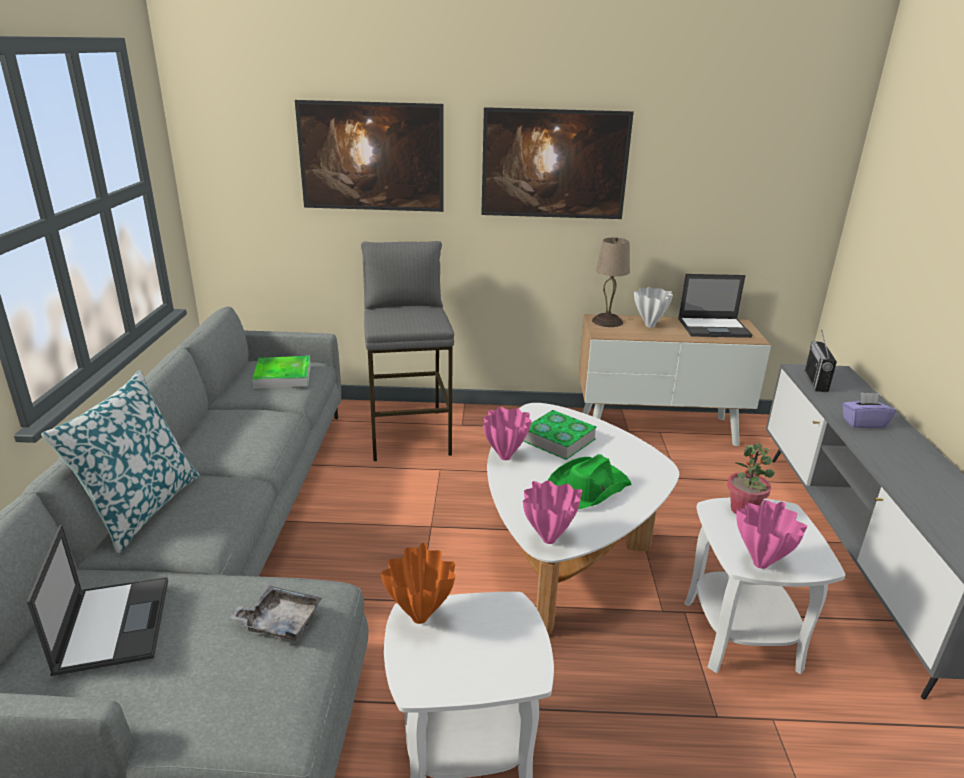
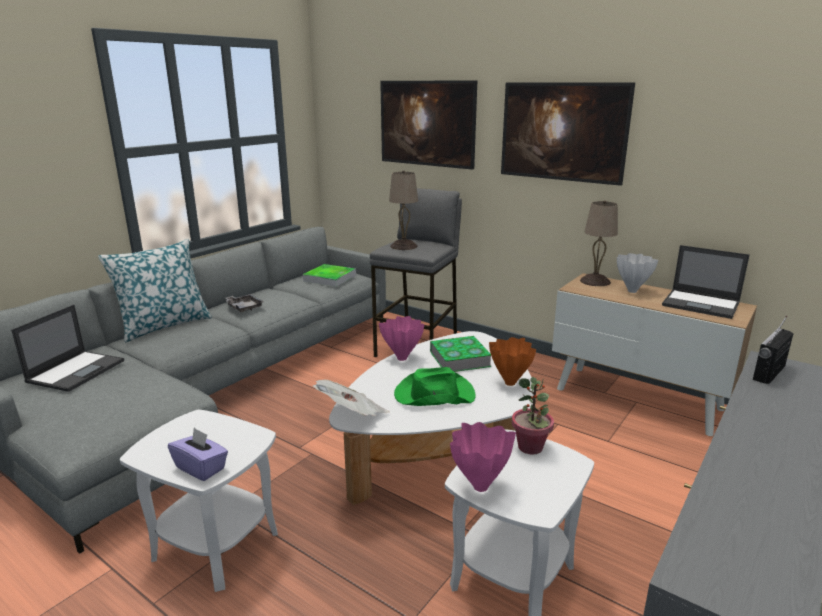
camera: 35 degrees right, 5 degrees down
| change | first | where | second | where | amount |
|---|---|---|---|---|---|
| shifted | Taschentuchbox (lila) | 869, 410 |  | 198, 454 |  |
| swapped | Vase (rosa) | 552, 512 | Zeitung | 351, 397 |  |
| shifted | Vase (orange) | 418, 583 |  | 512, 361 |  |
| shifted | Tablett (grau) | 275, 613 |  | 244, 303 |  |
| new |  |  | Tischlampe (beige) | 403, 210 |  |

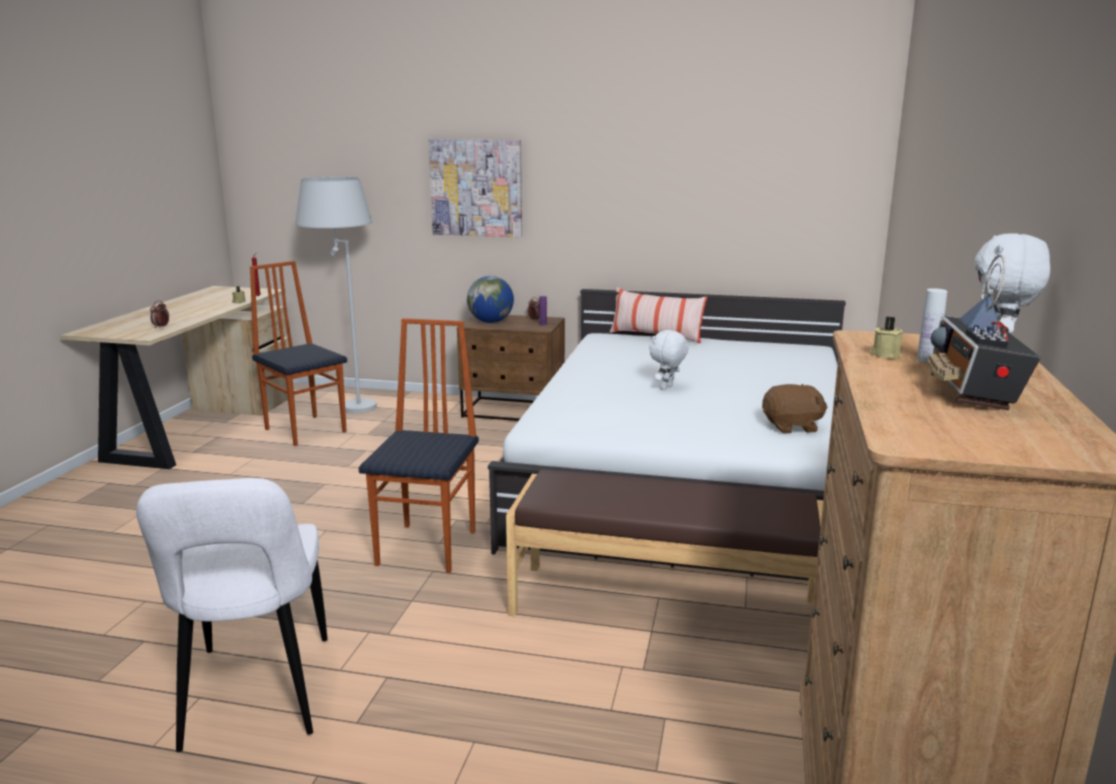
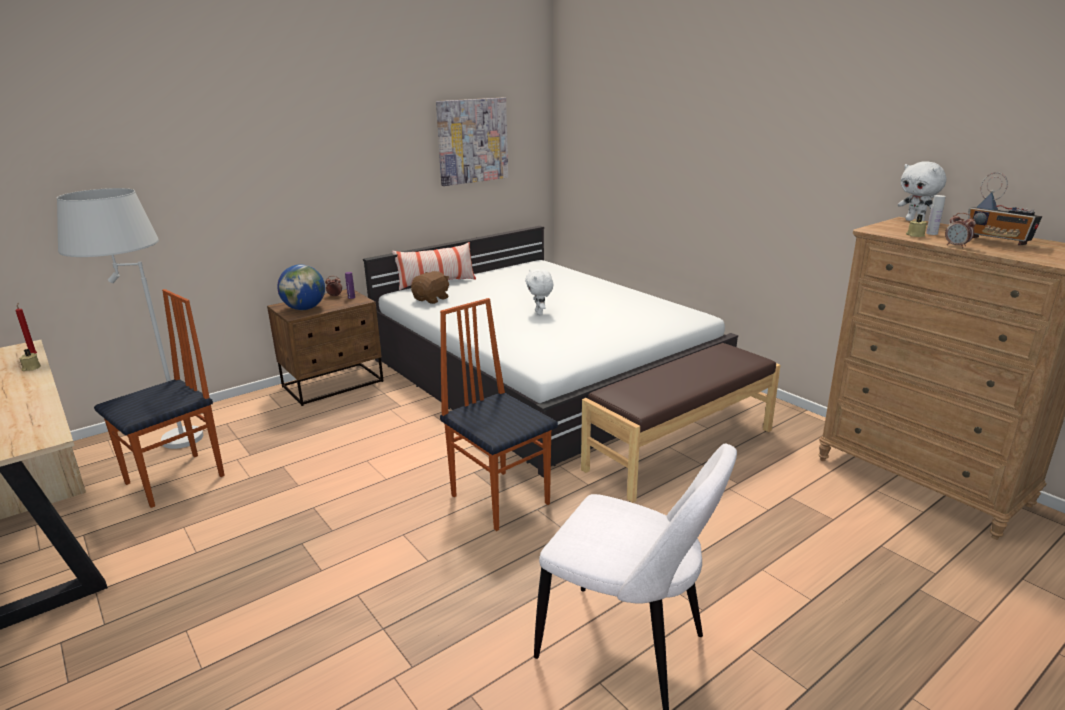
camera: 50 degrees left, 5 degrees up
| change | first | where | second | where | amount |
|---|---|---|---|---|---|
| shifted | Bild | 475, 188 |  | 472, 141 |  |
| rotated | Stuhl | 298, 353 |  | 159, 398 | 135 degrees clockwise |
| shifted | Wecker | 159, 314 |  | 960, 230 |  |
| shifted | Plüschtier (braun) | 795, 409 |  | 430, 287 |  |

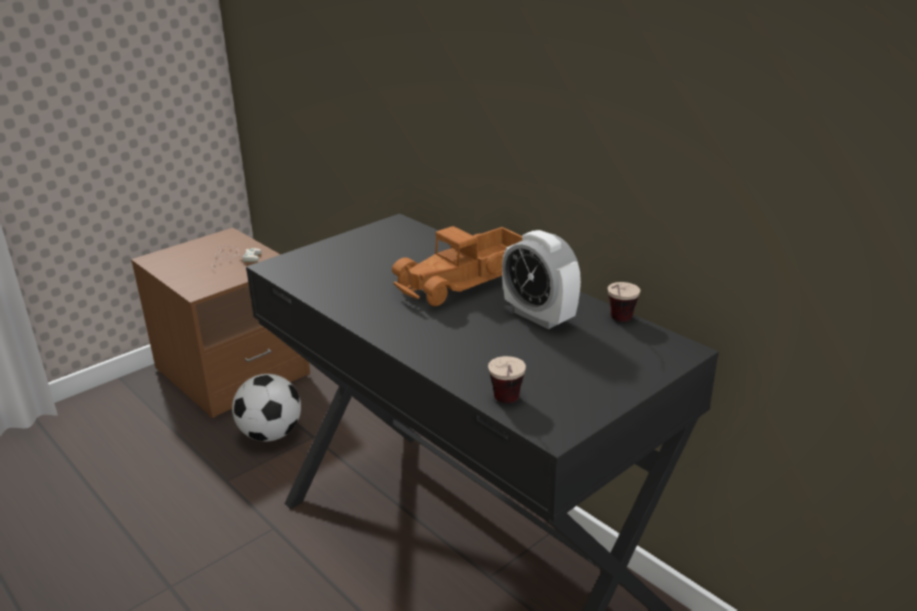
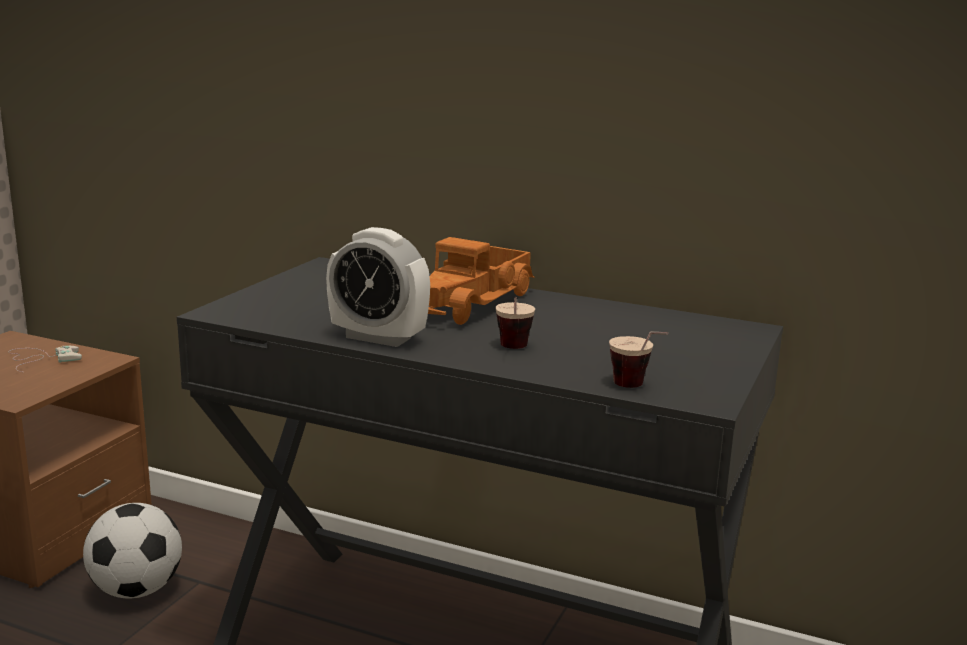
camera: 25 degrees left, 10 degrees down
| change | first | where | second | where | amount |
|---|---|---|---|---|---|
| shifted | Wecker | 541, 279 |  | 378, 287 |  |
| shifted | Tasse | 624, 302 |  | 515, 323 |  |

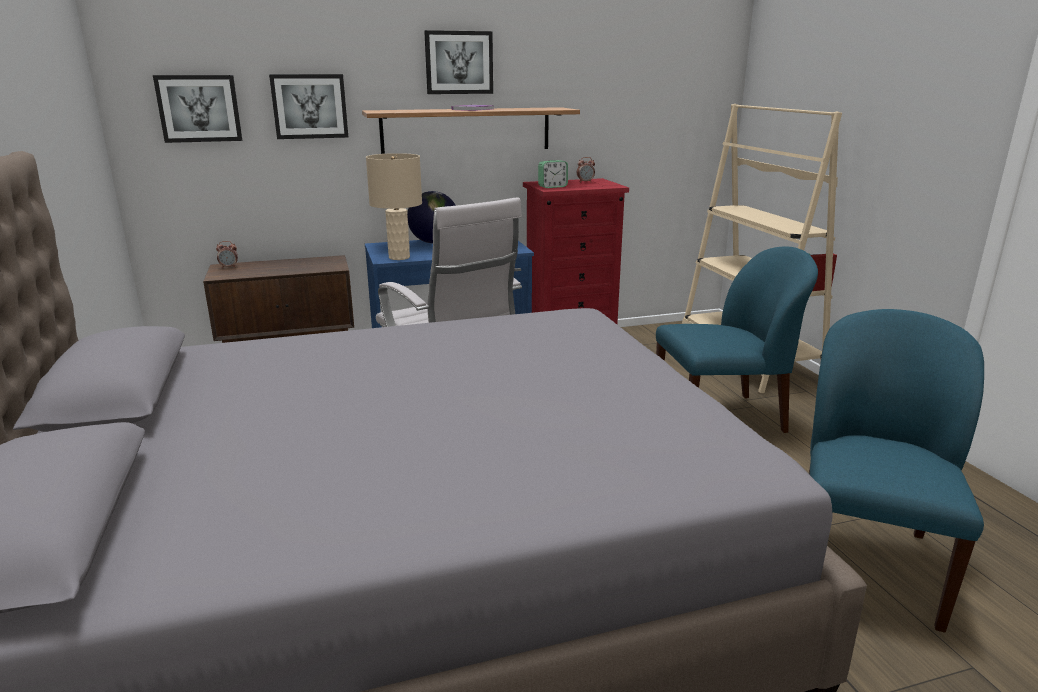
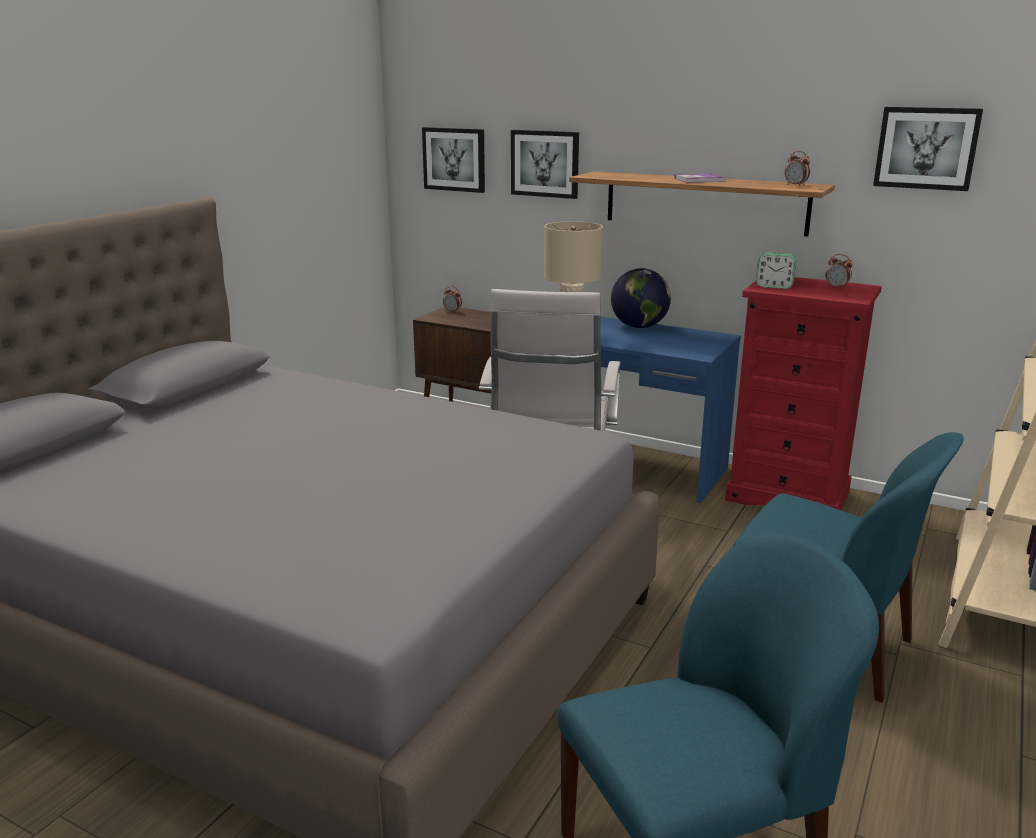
camera: 45 degrees right, 0 degrees up
| change | first | where | second | where | amount |
|---|---|---|---|---|---|
| shifted | Bild | 458, 62 |  | 928, 149 |  |
| new |  |  | Wecker | 797, 168 |  |

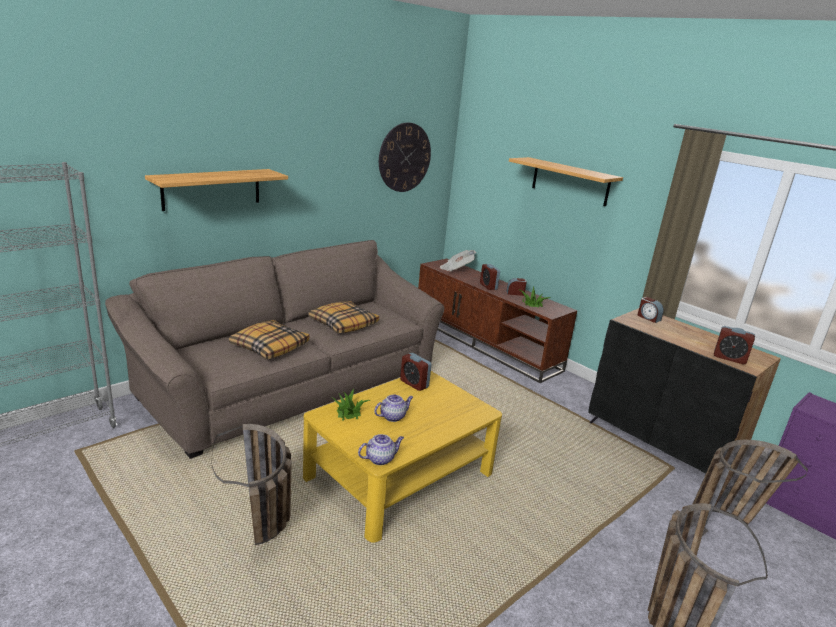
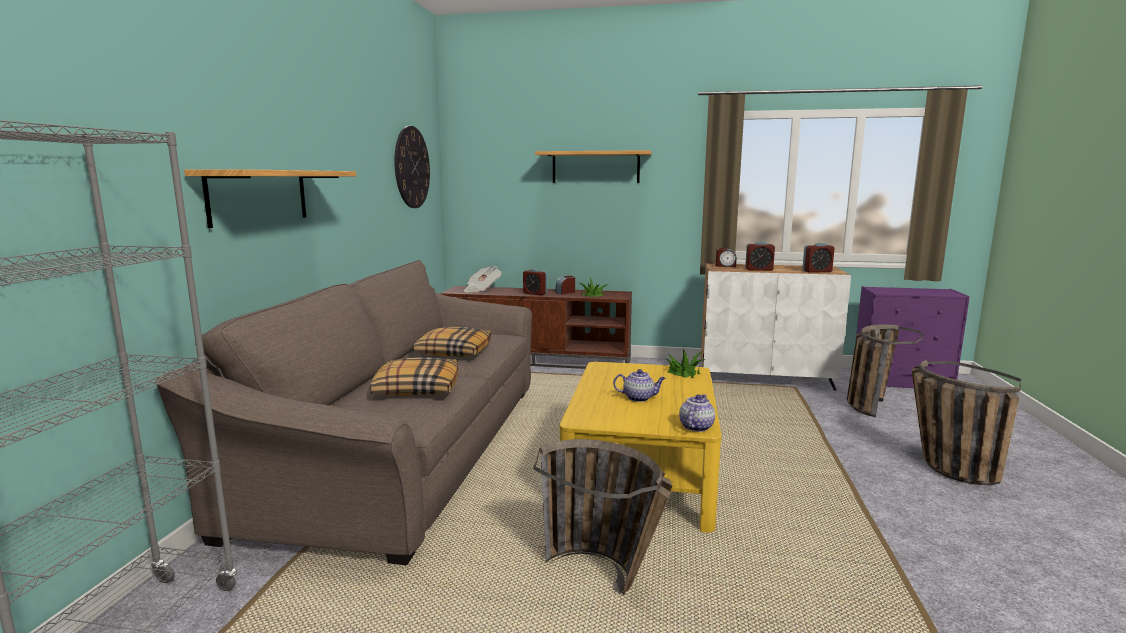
camera: 35 degrees left, 10 degrees down
| change | first | where | second | where | amount |
|---|---|---|---|---|---|
| repainted | Schrank (schwarz) | 684, 391 | Schrank (weiß) | 776, 327 |  |
| shifted | Wecker | 416, 372 |  | 760, 256 |  |
| shifted | Topfpflanze | 351, 405 |  | 686, 363 |  |
| rotated | Teekanne | 393, 408 |  | 639, 385 | 75 degrees clockwise |

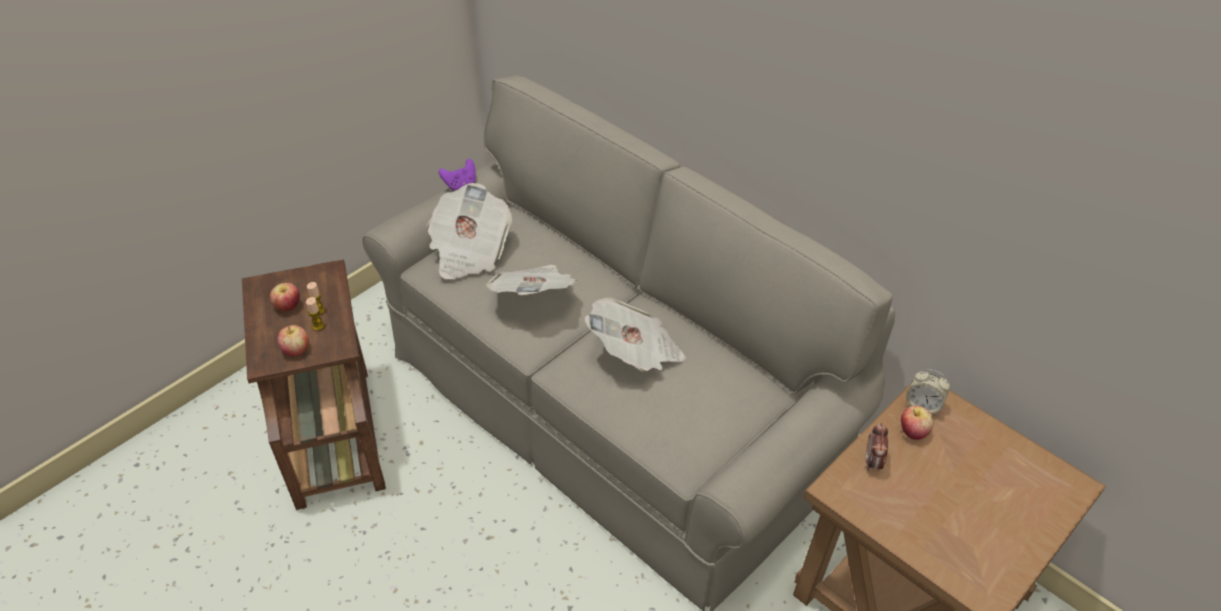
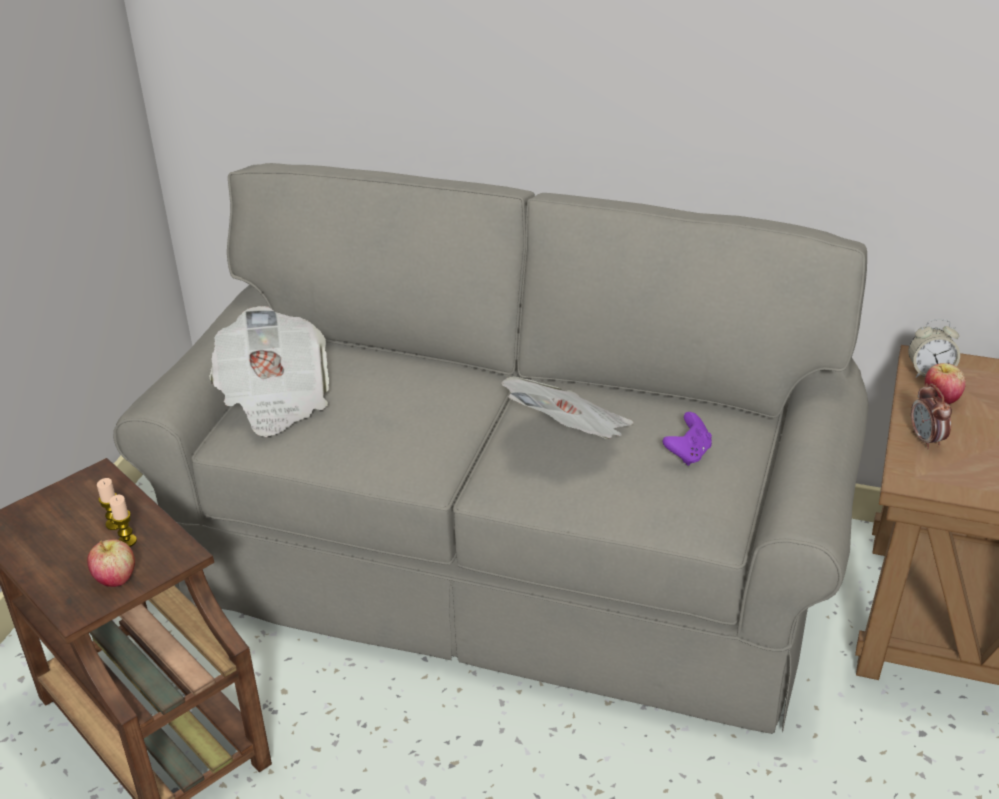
camera: 25 degrees left, 10 degrees down
| change | first | where | second | where | amount |
|---|---|---|---|---|---|
| shifted | Gamepad (lila) | 457, 175 |  | 687, 439 |  |
| gone | Zeitung | 531, 280 |  |  |  |
| gone | Apfel | 285, 297 |  |  |  |

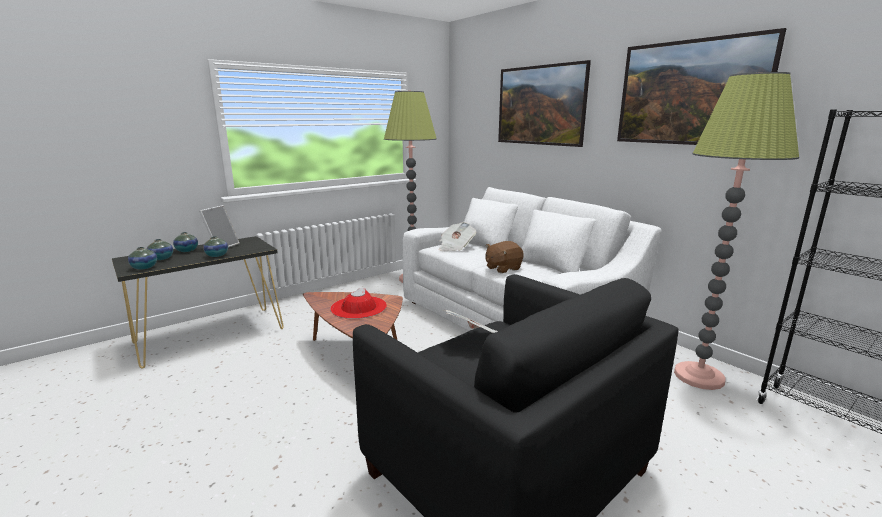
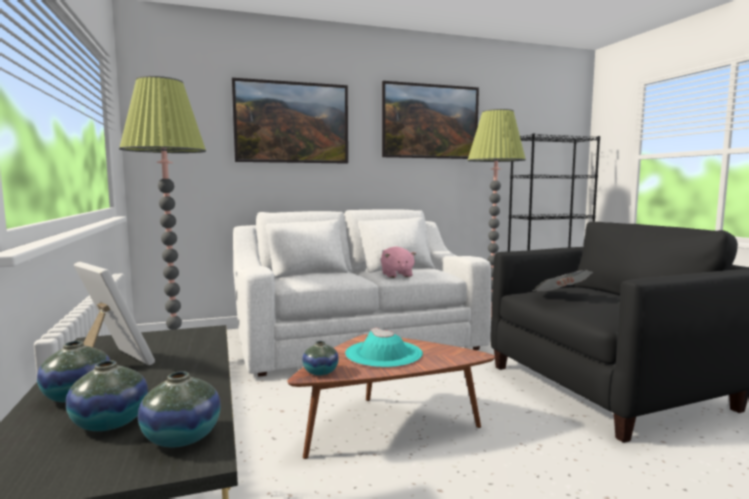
camera: 70 degrees left, 10 degrees down
| change | first | where | second | where | amount |
|---|---|---|---|---|---|
| gone | Zeitung | 457, 236 |  |  |  |
| shifted | Vase | 215, 246 |  | 320, 358 |  |
| repainted | Plüschtier (braun) | 504, 257 | Plüschtier (rosa) | 398, 262 |  |
| repainted | Hut (rot) | 358, 303 | Hut (türkis) | 384, 348 |  |

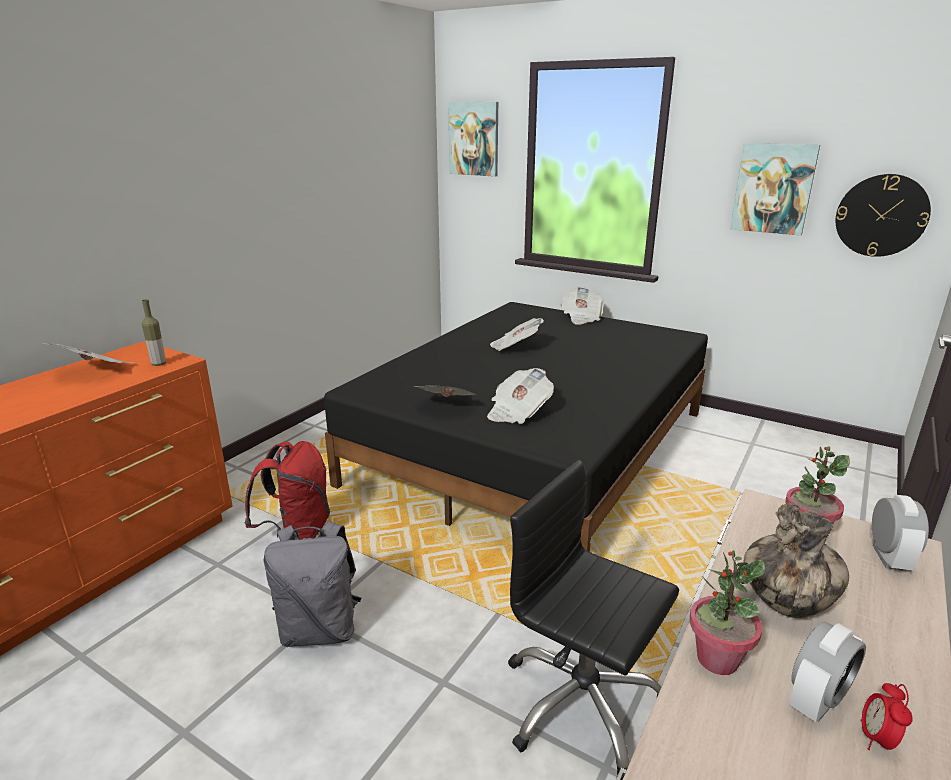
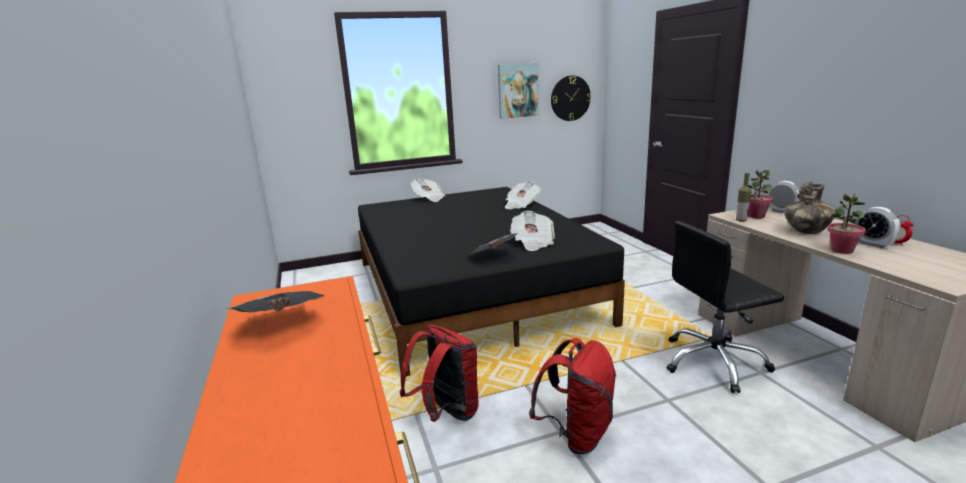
camera: 50 degrees left, 5 degrees down
| change | first | where | second | where | amount |
|---|---|---|---|---|---|
| gone | Bild | 473, 139 |  |  |  |
| shifted | Flasche | 154, 332 |  | 744, 197 |  |
| shifted | Zeitung | 517, 334 |  | 523, 195 |  |
| repainted | Rucksack (grau) | 312, 584 | Rucksack (rot) | 572, 396 |  |
| rotated | Wecker | 828, 672 |  | 877, 227 | 150 degrees clockwise |

